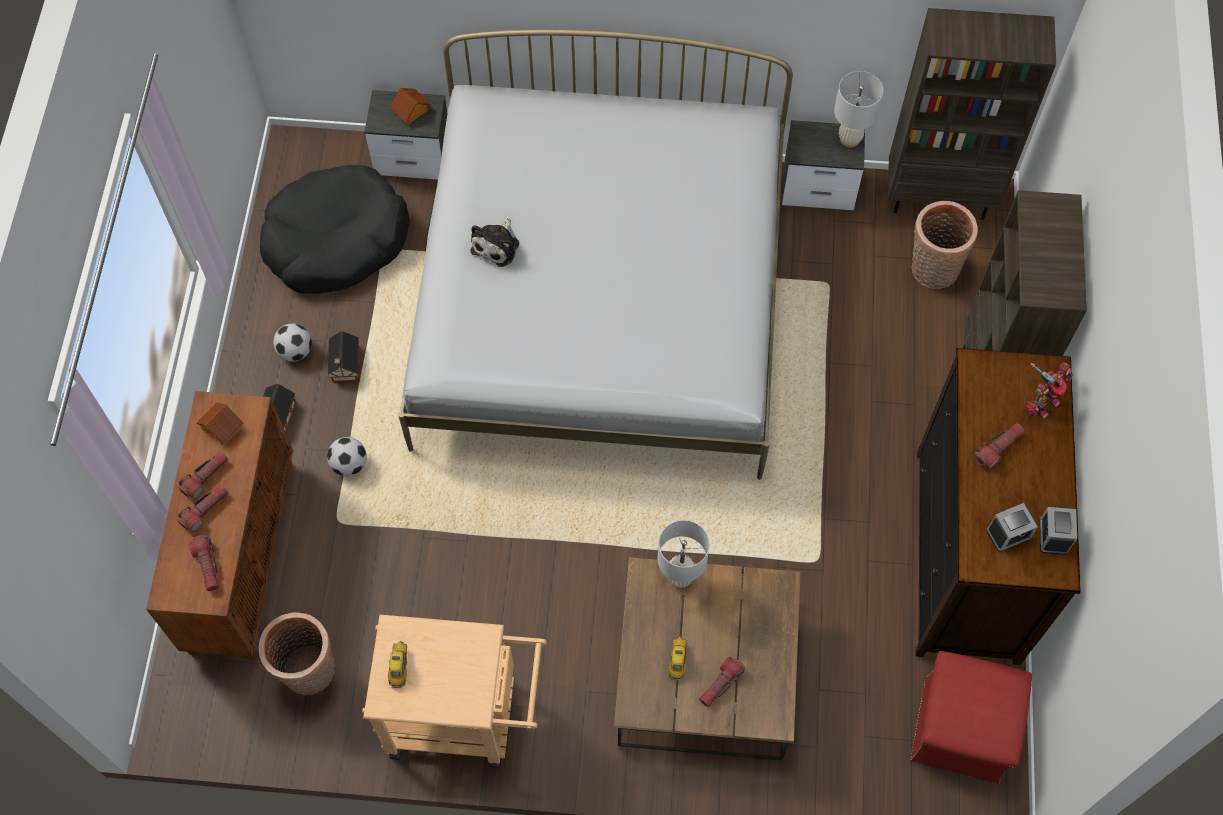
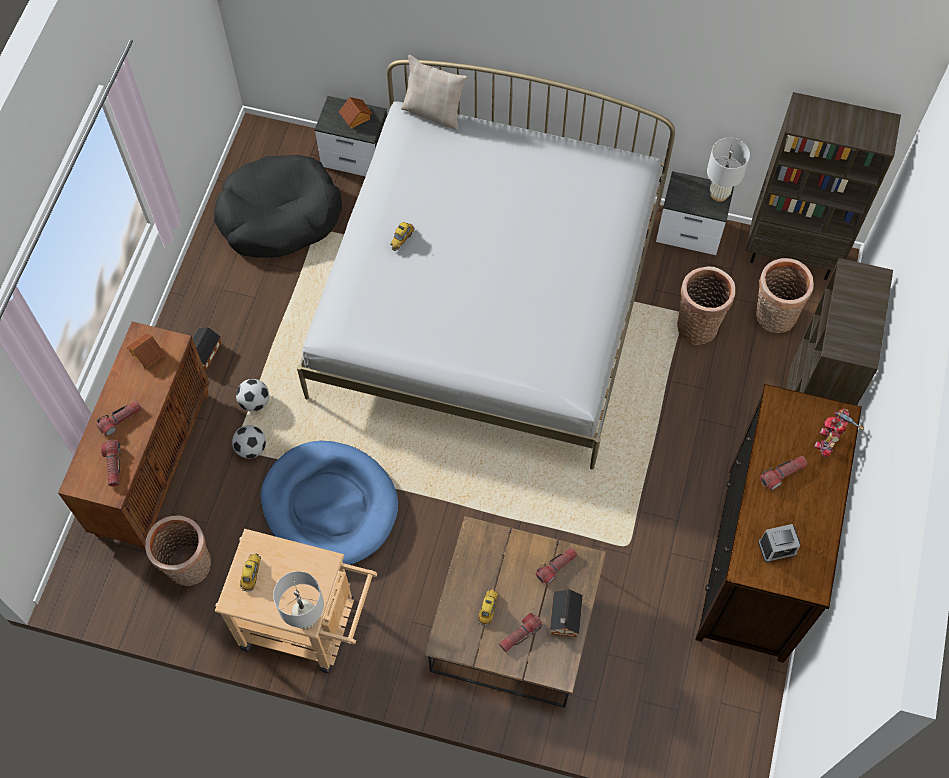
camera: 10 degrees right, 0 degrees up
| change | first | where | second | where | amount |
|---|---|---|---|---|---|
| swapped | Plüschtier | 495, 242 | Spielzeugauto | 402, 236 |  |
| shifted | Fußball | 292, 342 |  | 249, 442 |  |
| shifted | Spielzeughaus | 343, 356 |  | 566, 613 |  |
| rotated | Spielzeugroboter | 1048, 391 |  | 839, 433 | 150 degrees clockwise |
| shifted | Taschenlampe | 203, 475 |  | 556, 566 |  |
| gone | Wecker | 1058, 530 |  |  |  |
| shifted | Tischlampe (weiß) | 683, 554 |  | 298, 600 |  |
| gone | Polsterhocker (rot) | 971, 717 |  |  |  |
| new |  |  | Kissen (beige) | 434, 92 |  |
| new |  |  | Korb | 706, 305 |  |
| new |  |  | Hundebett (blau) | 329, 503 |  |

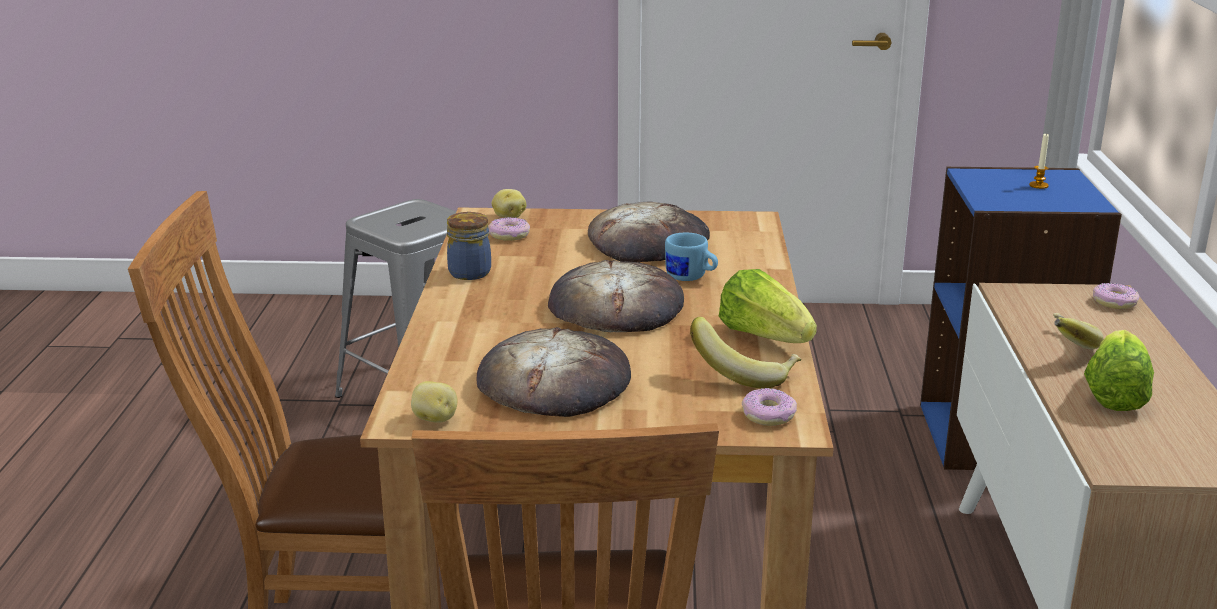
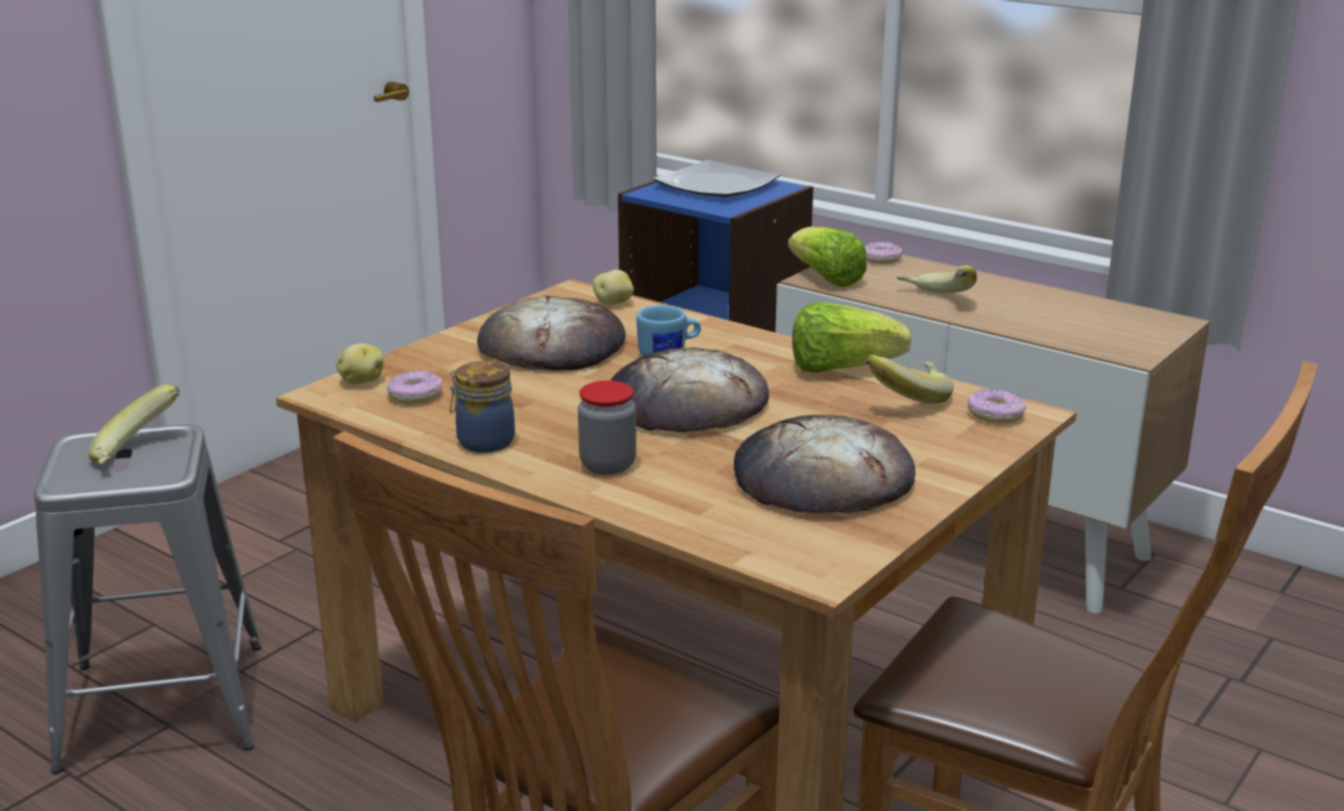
camera: 55 degrees left, 0 degrees up
| change | first | where | second | where | amount |
|---|---|---|---|---|---|
| swapped | Kerze | 1039, 161 | Teller | 716, 178 |  |
| shifted | Salatkopf | 1119, 370 |  | 827, 256 |  |
| shifted | Kartoffel | 434, 402 |  | 613, 287 |  |
| new |  |  | Vorratsglas | 607, 427 |  |
| new |  |  | Banane | 134, 424 |  |

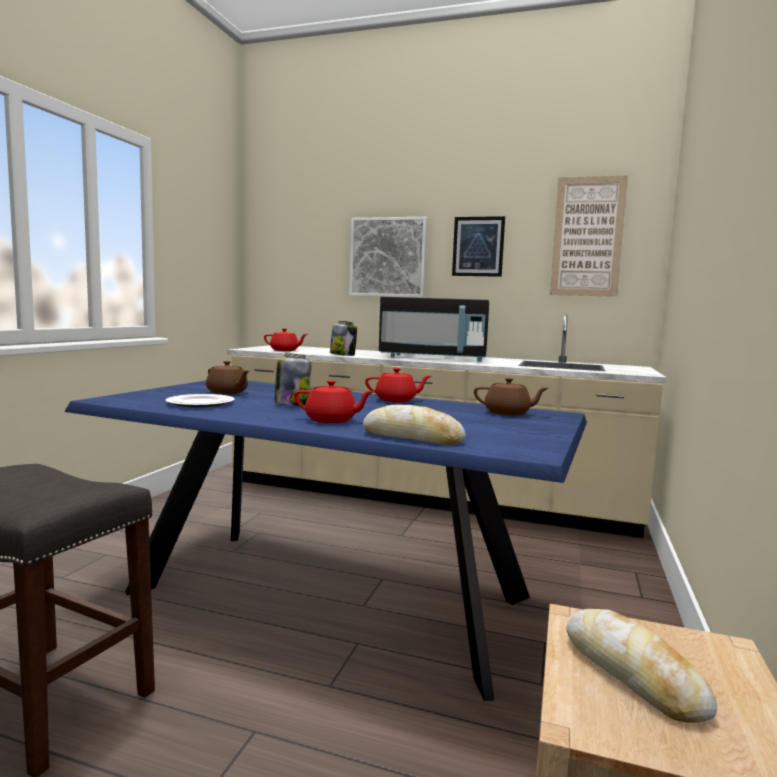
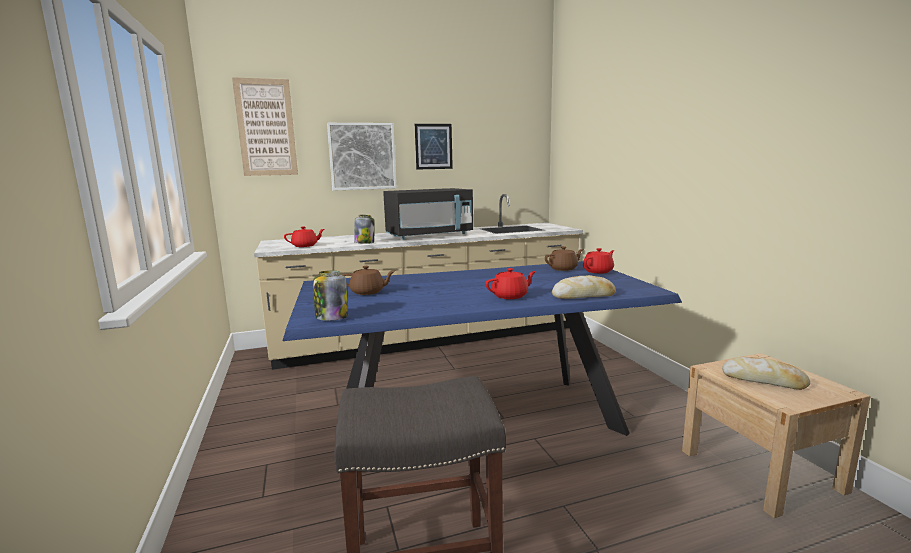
camera: 35 degrees left, 5 degrees up
| change | first | where | second | where | amount |
|---|---|---|---|---|---|
| shifted | Bild | 589, 236 |  | 265, 126 |  |
| shifted | Vorratsglas | 292, 379 |  | 330, 296 |  |
| shifted | Teekanne (rot) | 398, 385 |  | 598, 260 |  |
| gone | Teller | 200, 401 |  |  |  |

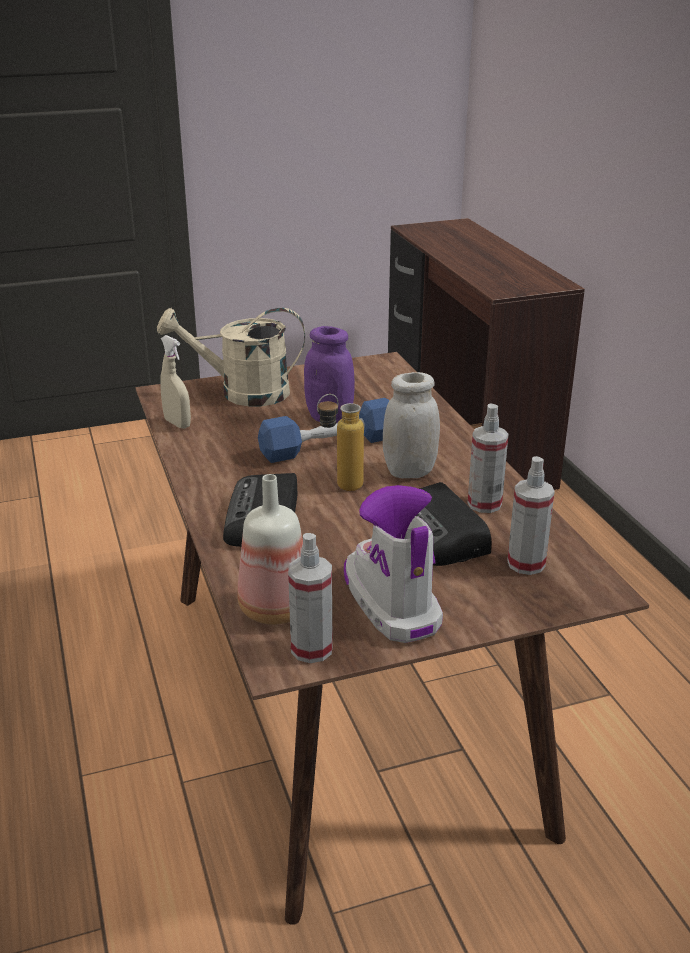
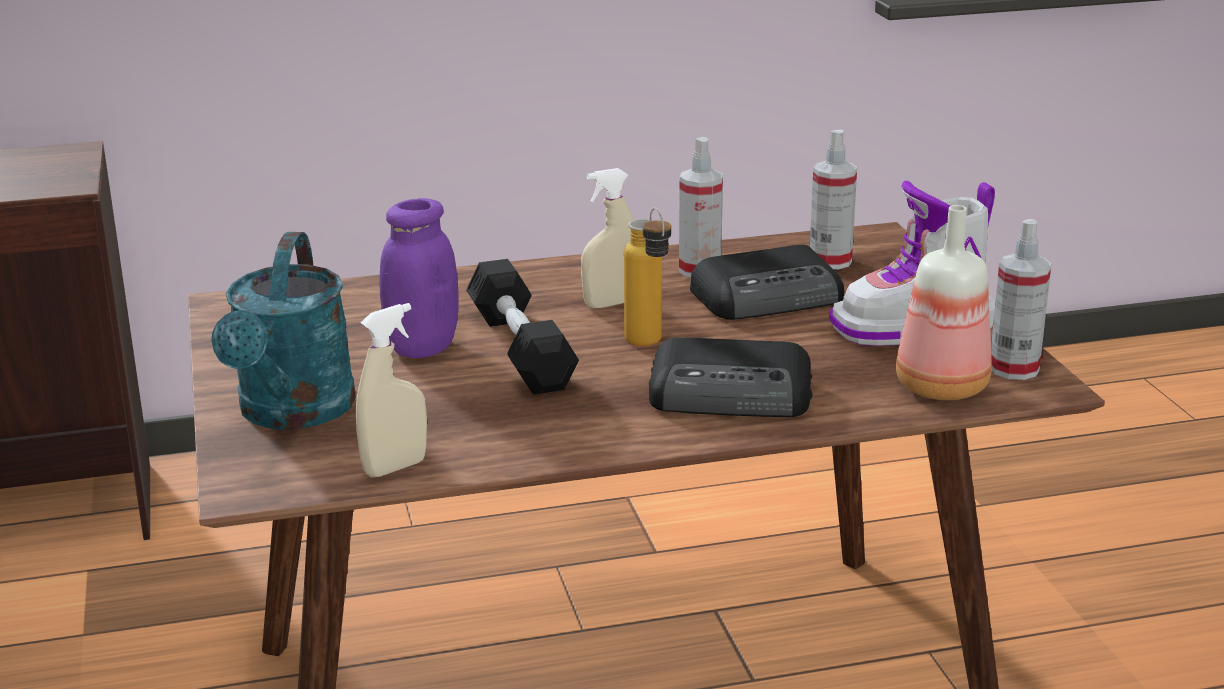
camera: 85 degrees left, 5 degrees down
| change | first | where | second | where | amount |
|---|---|---|---|---|---|
| repainted | Gießkanne (beige) | 231, 357 | Gießkanne (türkis) | 283, 331 |  |
| swapped | Vorratsglas (weiß) | 411, 425 | Sprühflasche (beige) | 607, 238 |  |
| repainted | Hantel (blau) | 324, 430 | Hantel (schwarz) | 522, 327 |  |

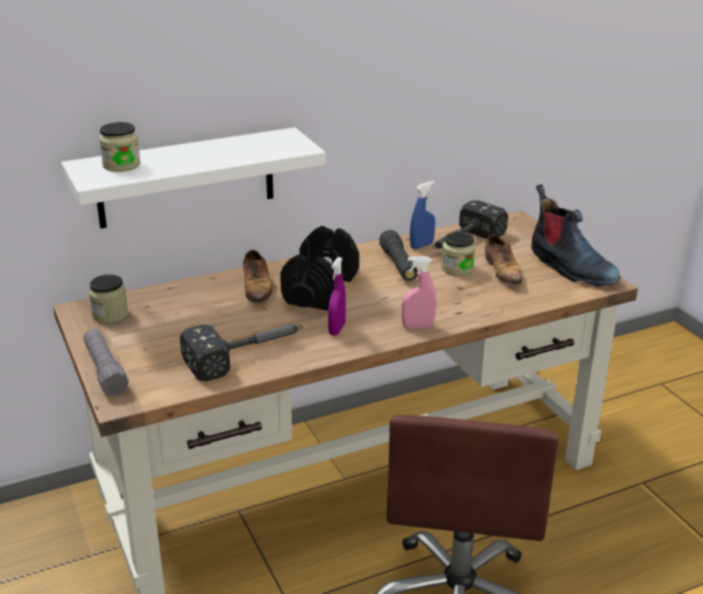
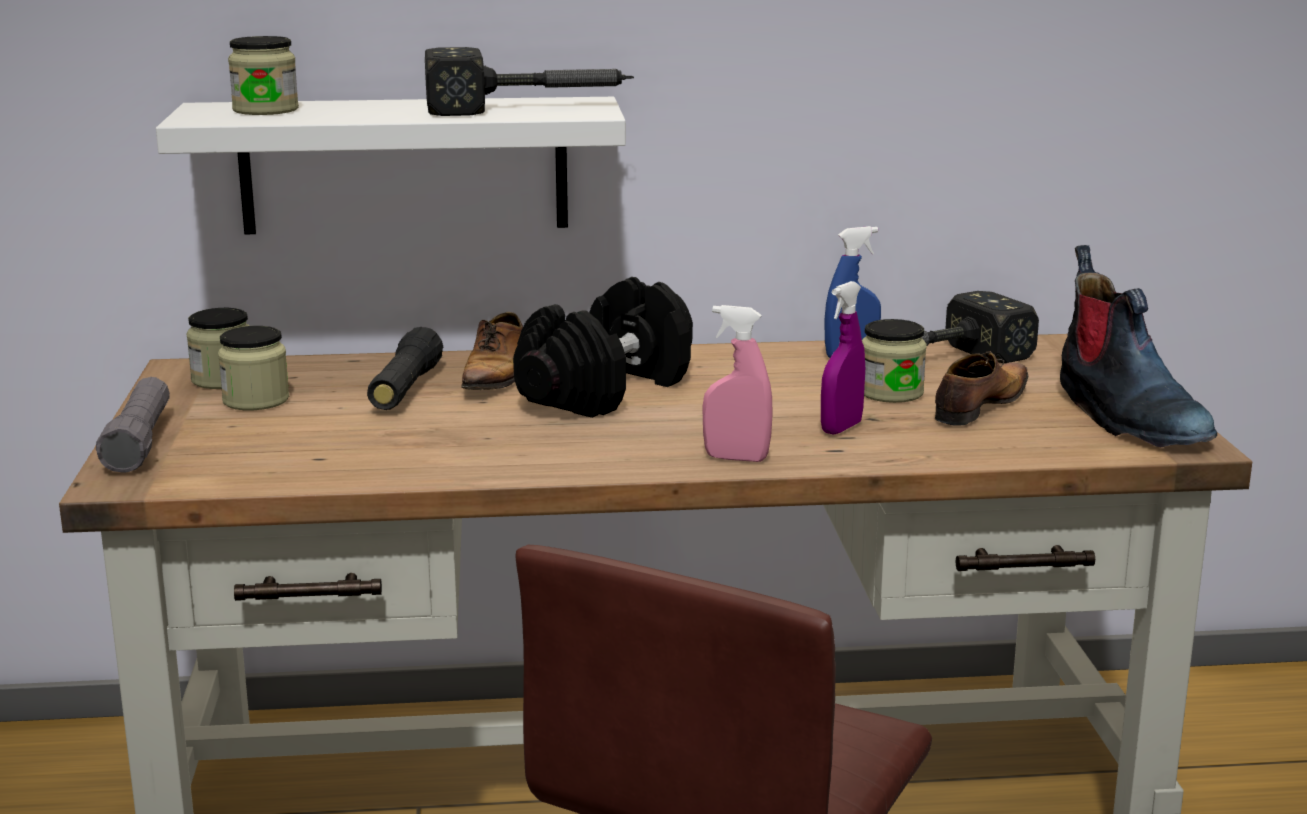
camera: 20 degrees right, 10 degrees down
| change | first | where | second | where | amount |
|---|---|---|---|---|---|
| shifted | Taschenlampe (schwarz) | 398, 255 |  | 405, 368 |  |
| rotated | Schuh | 503, 260 |  | 981, 388 | 150 degrees counterclockwise |
| shifted | Sprühflasche (lila) | 337, 296 |  | 843, 358 |  |
| shifted | Hammer | 241, 353 |  | 529, 81 |  |
| new |  |  | Vorratsglas | 253, 368 |  |

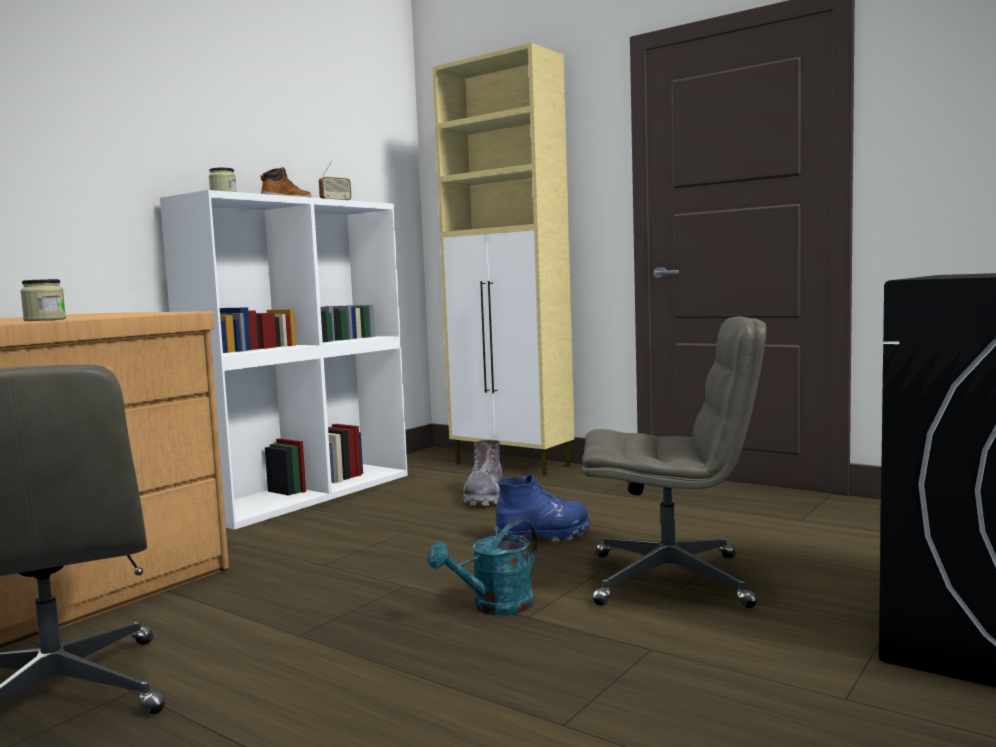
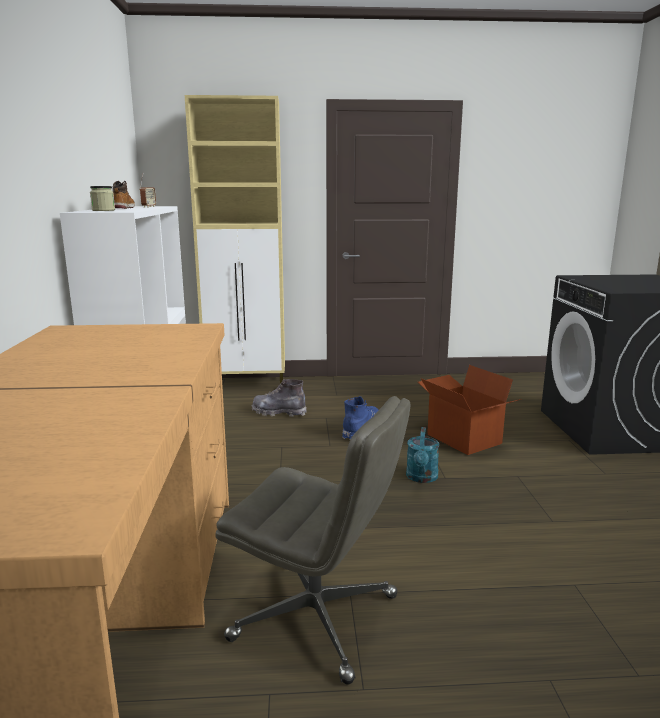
camera: 40 degrees left, 10 degrees up
| change | first | where | second | where | amount |
|---|---|---|---|---|---|
| gone | Vorratsglas | 43, 300 |  |  |  |
| swapped | Bürostuhl (grau) | 674, 462 | Karton | 469, 410 |  |
| rotated | Stiefel (grau) | 482, 473 |  | 279, 398 | 135 degrees clockwise |

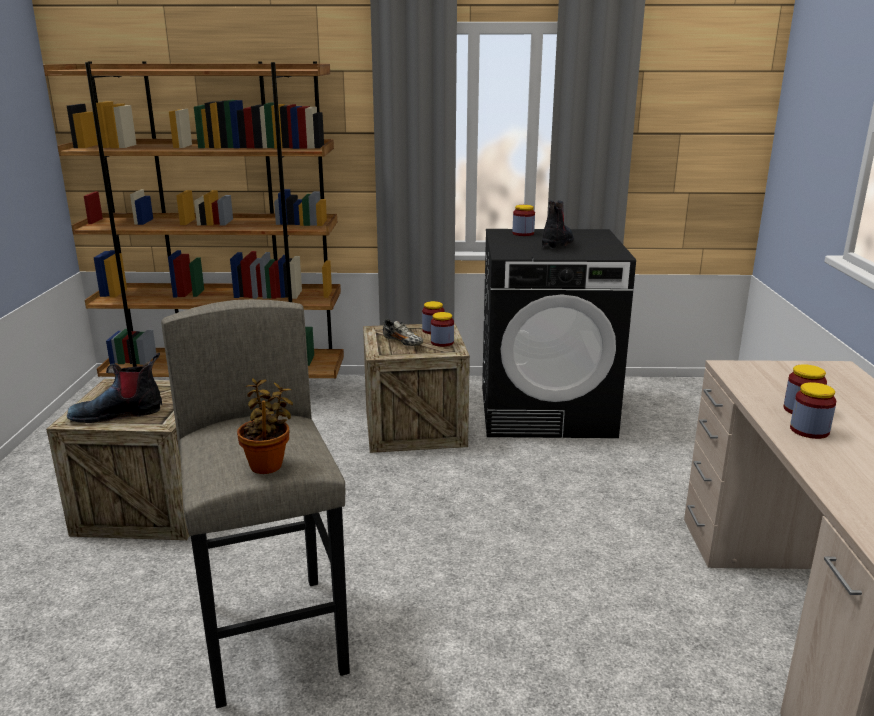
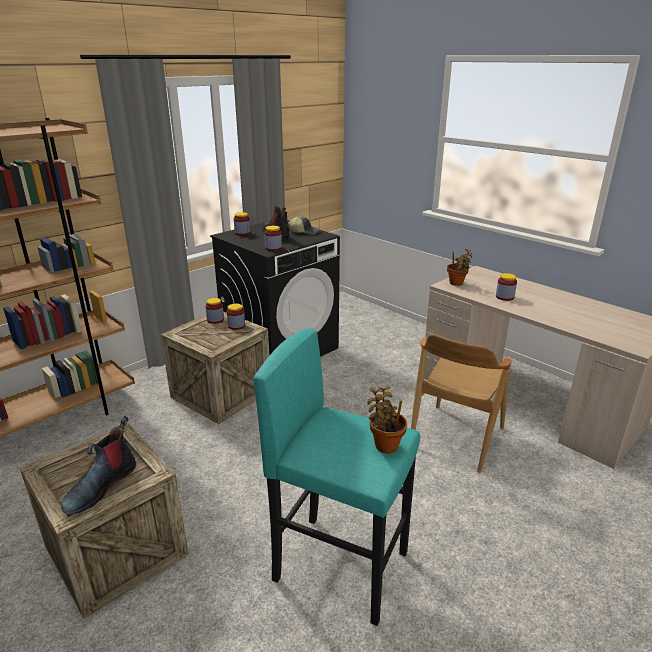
camera: 45 degrees left, 5 degrees up
| change | first | where | second | where | amount |
|---|---|---|---|---|---|
| repainted | Hocker (grau) | 255, 503 | Hocker (türkis) | 337, 477 |  |
| gone | Schuh | 403, 332 |  |  |  |
| shifted | Vorratsglas | 813, 410 |  | 273, 238 |  |
| new |  |  | Kappe | 303, 225 |  |
| new |  |  | Topfpflanze | 459, 267 |  |
| new |  |  | Stuhl (braun) | 461, 403 |  |

